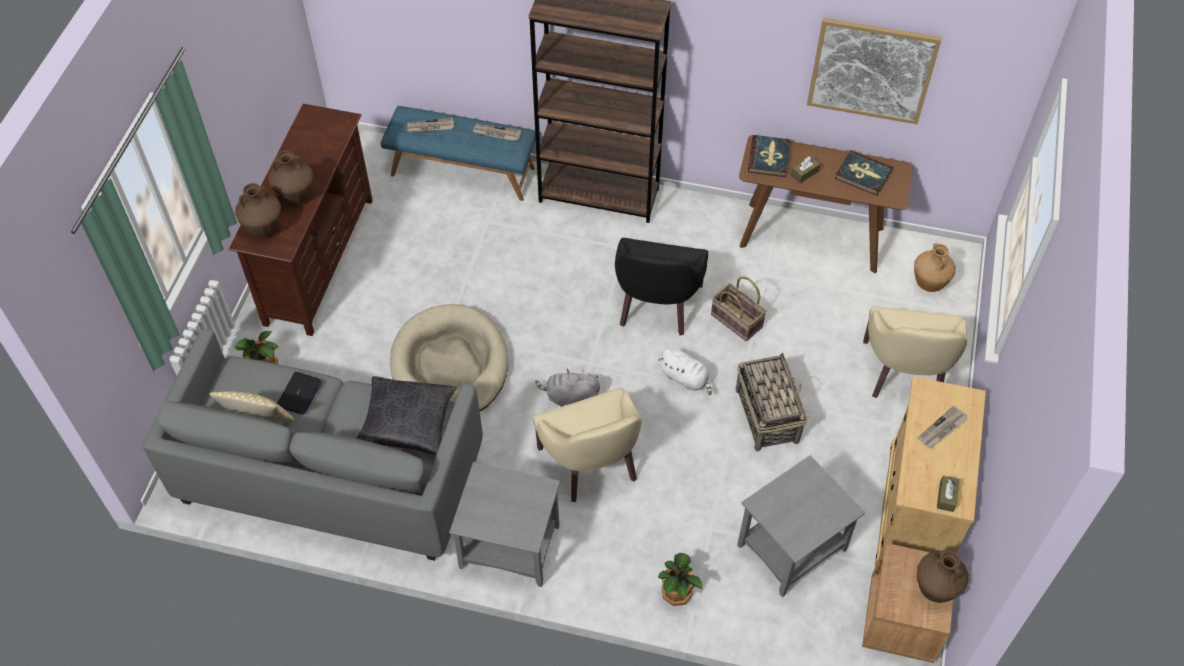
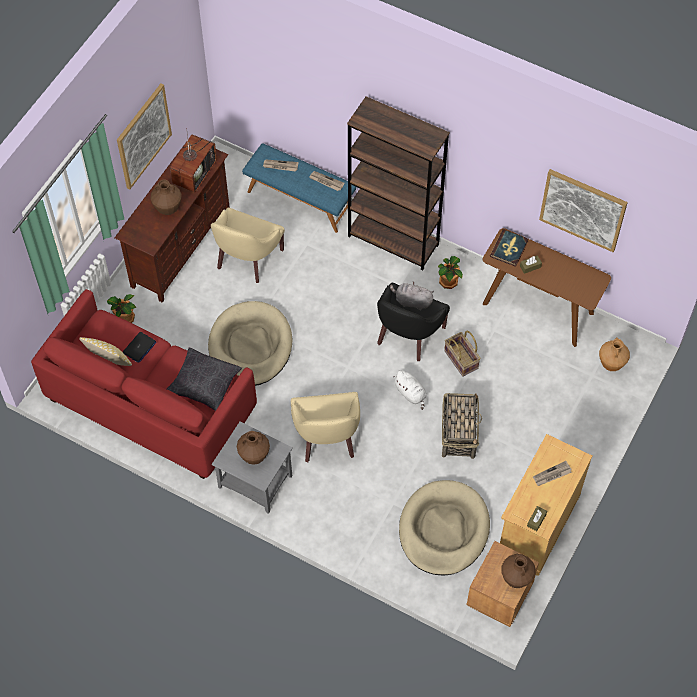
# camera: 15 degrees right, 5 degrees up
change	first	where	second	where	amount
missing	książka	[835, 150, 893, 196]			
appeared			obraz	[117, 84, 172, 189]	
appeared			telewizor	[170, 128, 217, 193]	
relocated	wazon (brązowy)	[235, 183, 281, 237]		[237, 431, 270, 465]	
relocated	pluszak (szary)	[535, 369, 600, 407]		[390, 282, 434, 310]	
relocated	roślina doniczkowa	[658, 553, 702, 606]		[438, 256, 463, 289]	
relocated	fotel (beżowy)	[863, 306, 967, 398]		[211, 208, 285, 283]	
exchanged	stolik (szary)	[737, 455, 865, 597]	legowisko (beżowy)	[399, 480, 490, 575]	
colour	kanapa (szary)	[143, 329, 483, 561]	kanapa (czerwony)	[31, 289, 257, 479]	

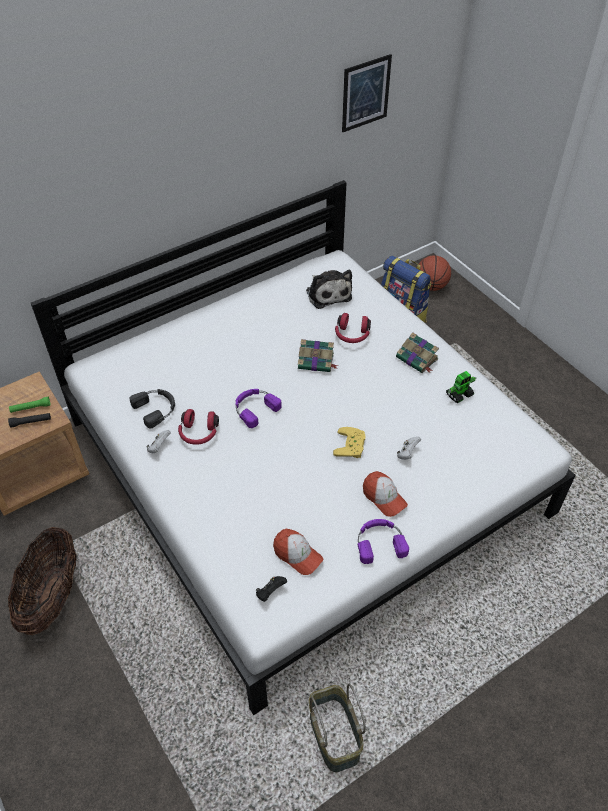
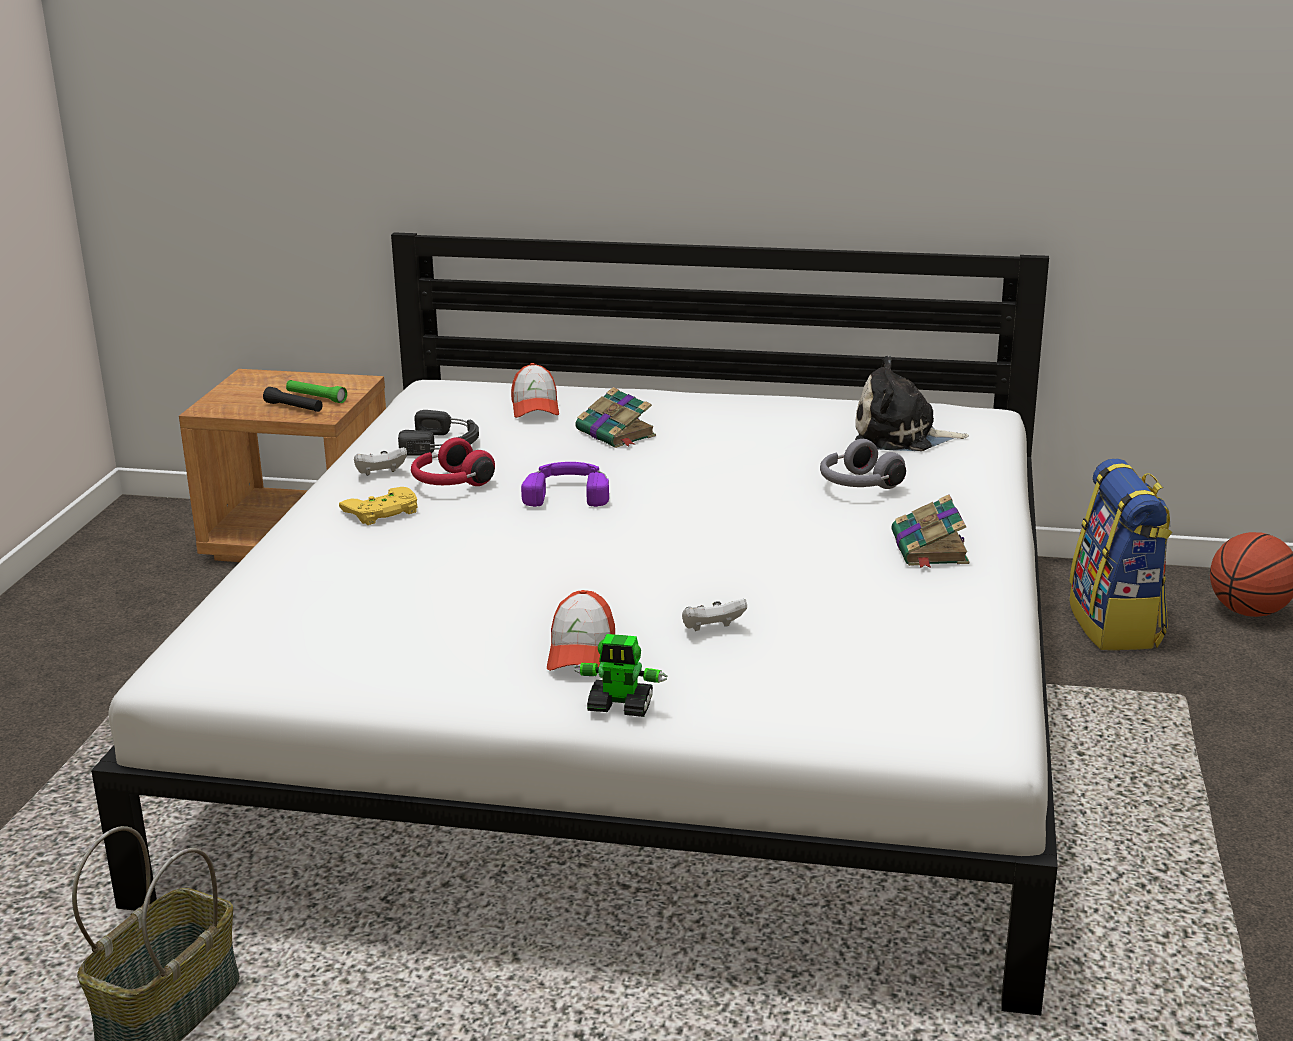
# camera: 45 degrees right, 25 degrees down
change	first	where	second	where	amount
missing	koszyk	[8, 527, 77, 635]			
missing	pad do gier (czarny)	[256, 576, 287, 602]			
missing	obraz	[342, 54, 392, 132]			
missing	słuchawki (fioletowy)	[358, 519, 409, 564]			
relocated	czapka z daszkiem	[273, 529, 323, 575]		[511, 363, 559, 418]	
relocated	książka	[298, 339, 338, 372]		[575, 387, 656, 448]	
relocated	pad do gier (żółty)	[333, 427, 365, 458]		[339, 487, 417, 525]	
relocated	robot zabawkowy	[446, 371, 476, 403]		[574, 634, 668, 717]	
colour	słuchawki (czerwony)	[335, 313, 371, 343]	słuchawki (szary)	[820, 439, 906, 489]	
spun	pluszak	[306, 270, 352, 309]		[855, 356, 969, 451]	75 degrees clockwise

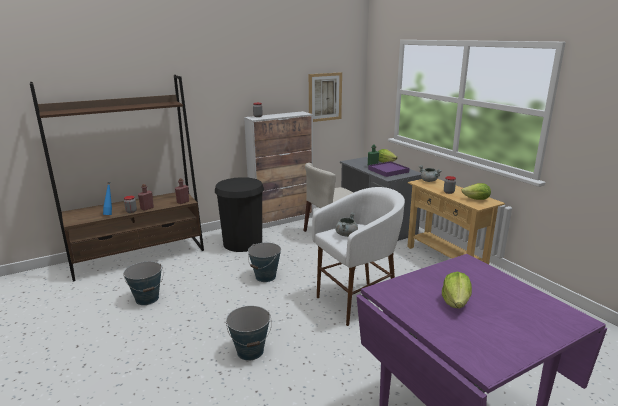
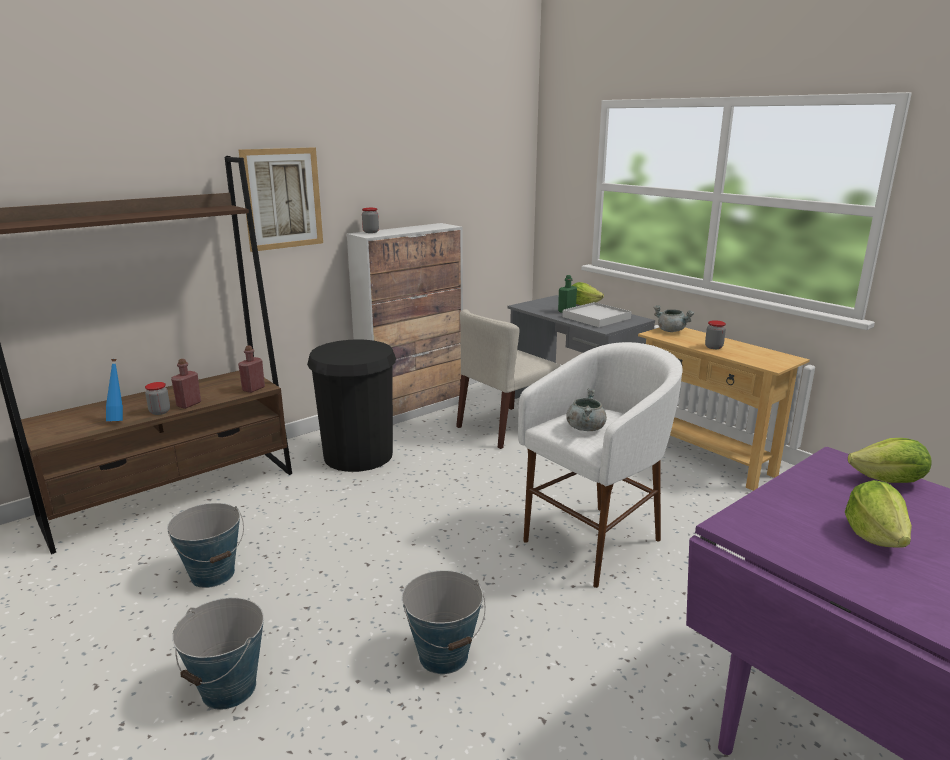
# camera: 10 degrees left, 0 degrees up
change	first	where	second	where	amount
relocated	wiadro	[248, 243, 281, 282]		[172, 598, 264, 710]	
relocated	obraz	[309, 72, 342, 122]		[239, 147, 323, 252]	
relocated	sałata	[461, 183, 491, 200]		[848, 438, 932, 483]	
colour	taca (fioletowy)	[368, 161, 410, 177]	taca (biały)	[562, 302, 632, 327]	

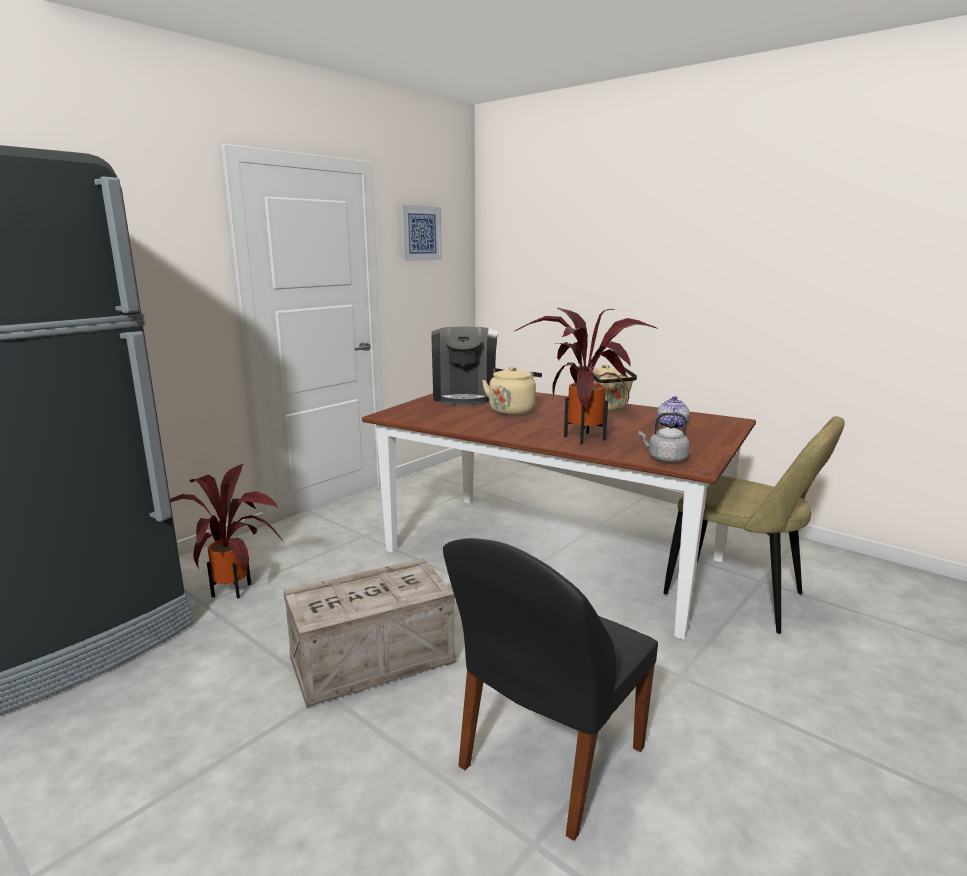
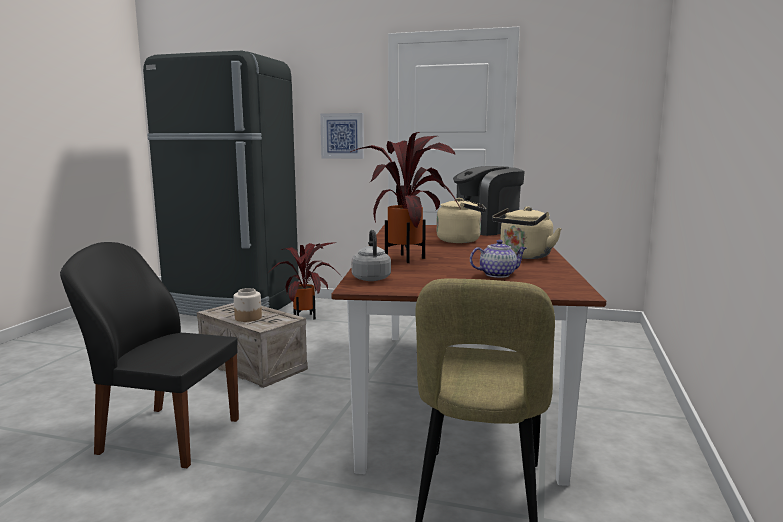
# camera: 65 degrees right, 5 degrees down
change	first	where	second	where	amount
appeared			słoik	[234, 288, 262, 322]	
relocated	obraz	[400, 205, 442, 261]		[320, 113, 364, 159]	

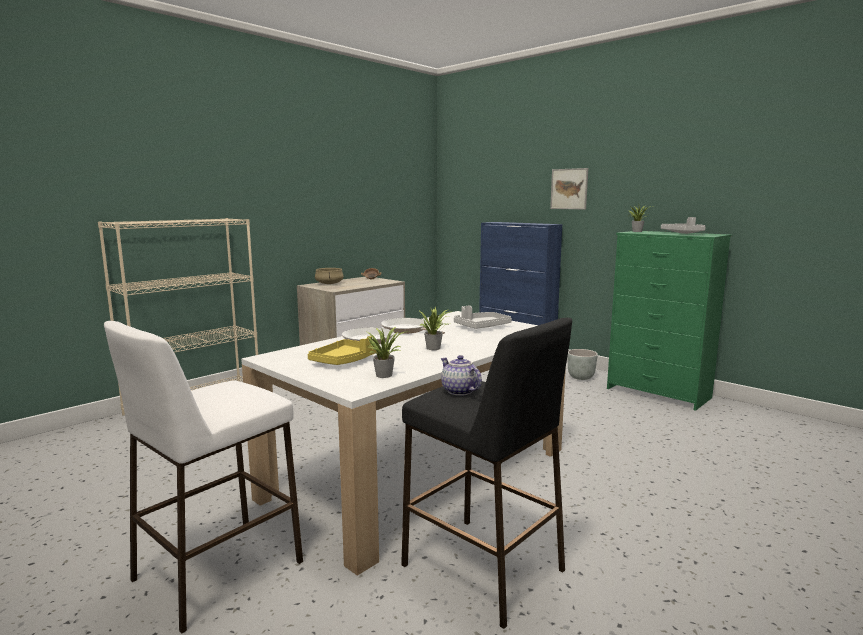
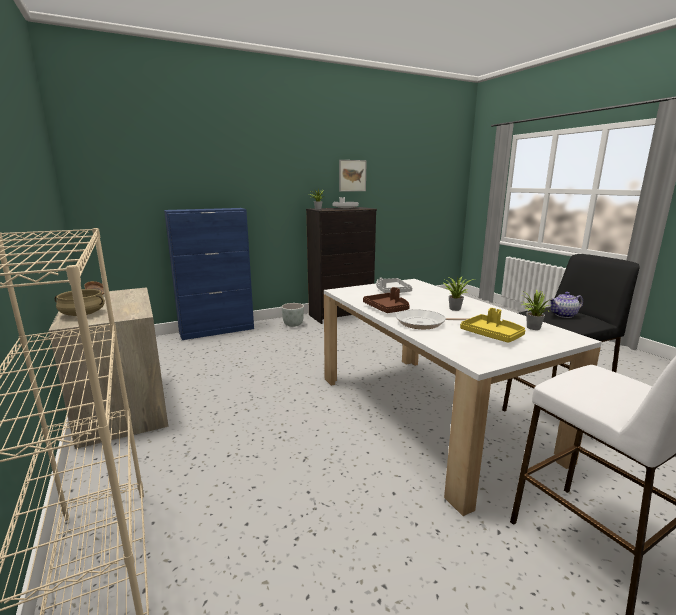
# camera: 70 degrees left, 5 degrees up
change	first	where	second	where	amount
relocated	obraz	[550, 168, 588, 209]		[339, 160, 367, 192]	
exchanged	patelnia	[381, 318, 445, 334]	taca (brązowy)	[363, 287, 410, 313]	
colour	komoda (zielony)	[607, 231, 731, 411]	komoda (czarny)	[306, 207, 377, 324]	

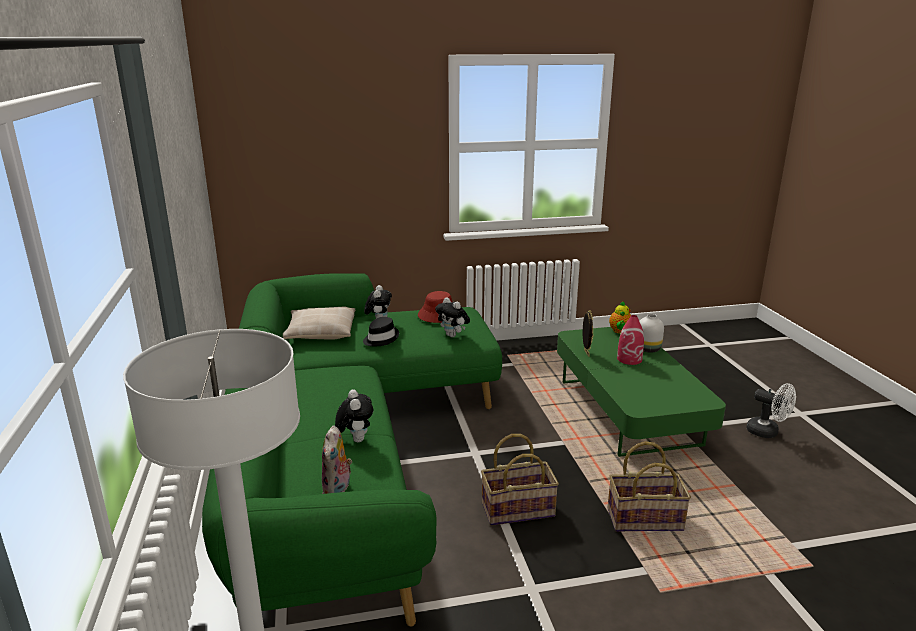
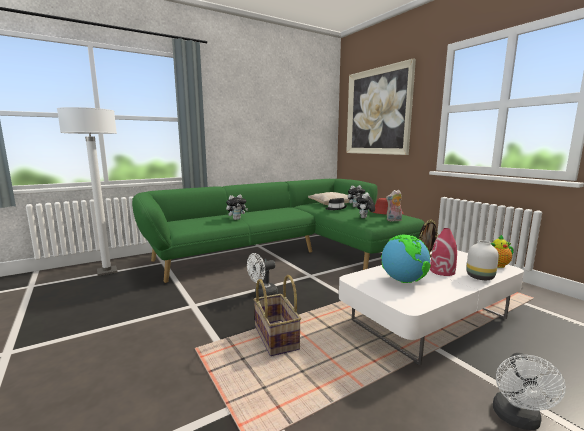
# camera: 70 degrees right, 10 degrees down
change	first	where	second	where	amount
appeared			obraz	[346, 58, 416, 155]	
appeared			globus	[381, 235, 431, 283]	
relocated	pluszak	[322, 425, 352, 494]		[386, 190, 402, 221]	
exchanged	koszyk	[481, 434, 559, 526]	wentylator (biały)	[247, 253, 278, 297]	
colour	ława (zielony)	[557, 327, 726, 457]	ława (biały)	[339, 250, 524, 366]	

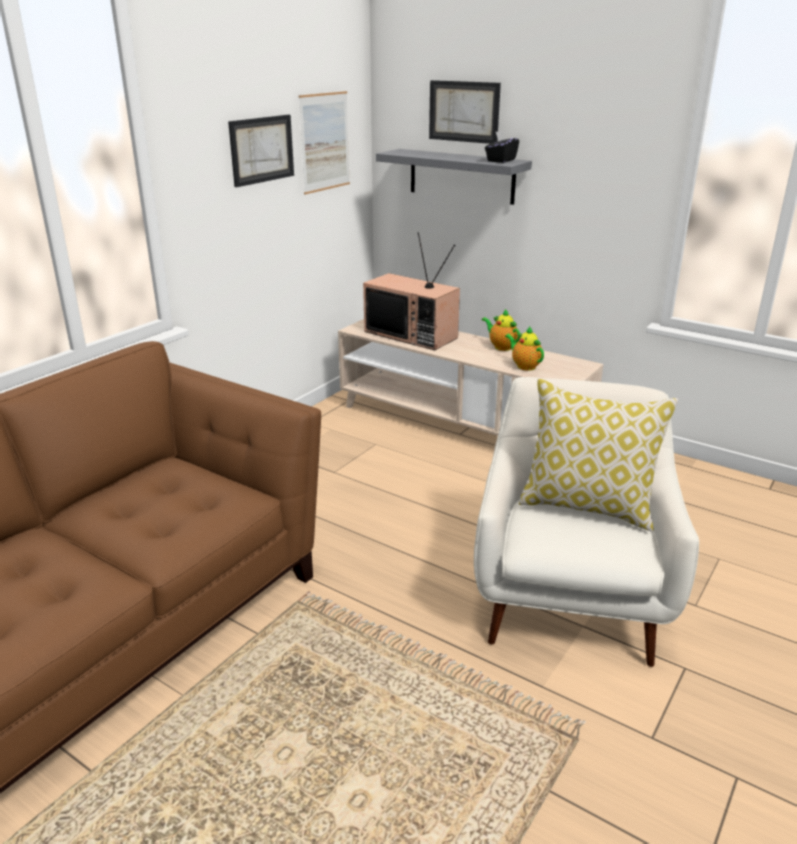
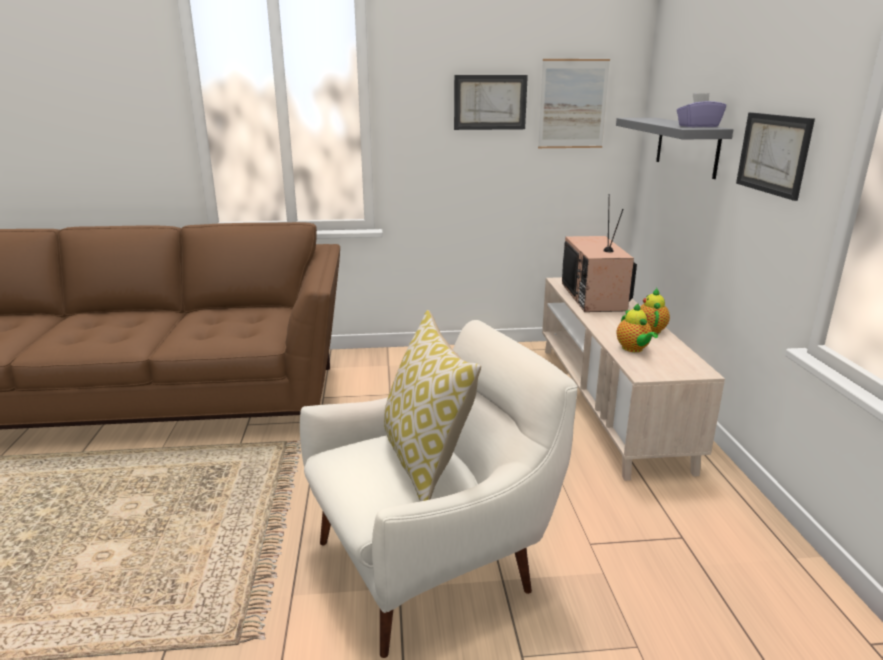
# camera: 50 degrees right, 5 degrees down
change	first	where	second	where	amount
relocated	obraz	[429, 80, 501, 144]		[736, 112, 815, 201]	
colour	pudełko chusteczek (czarny)	[485, 130, 519, 163]	pudełko chusteczek (fioletowy)	[677, 93, 726, 127]	
spun	imbryk	[505, 326, 544, 371]		[616, 303, 658, 352]	150 degrees clockwise

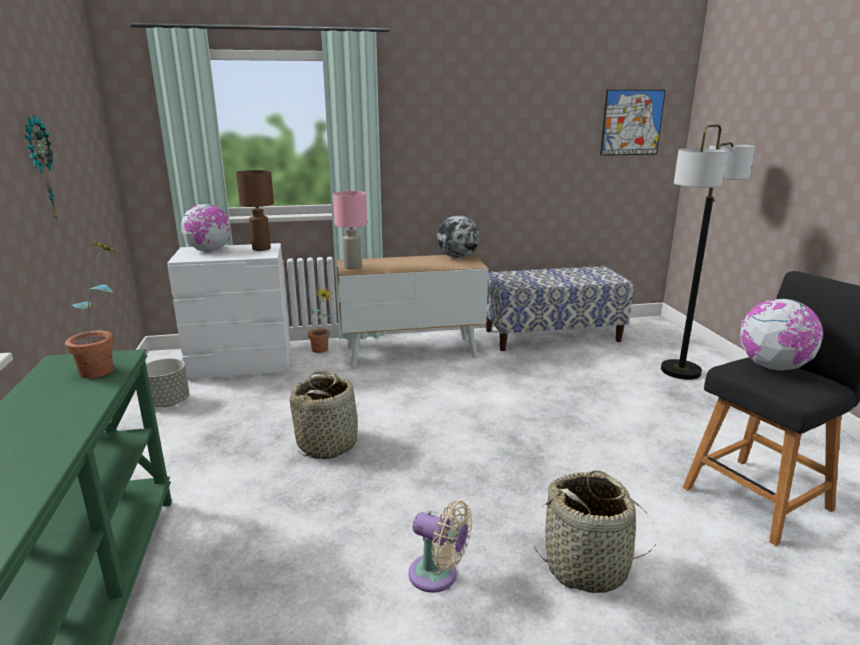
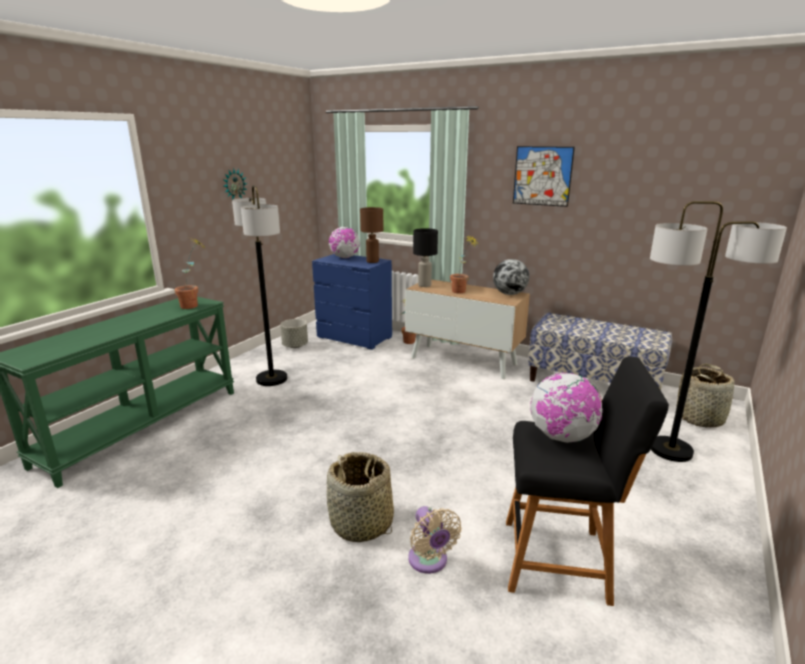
# camera: 40 degrees right, 0 degrees up
change	first	where	second	where	amount
appeared			lampa stojąca	[232, 185, 287, 386]	
appeared			roślina doniczkowa	[450, 235, 479, 293]	
relocated	koszyk	[290, 371, 359, 459]		[676, 364, 735, 428]	
relocated	wentylator (beżowy)	[409, 500, 473, 593]		[408, 506, 462, 574]	
relocated	obraz	[600, 90, 666, 156]		[513, 146, 575, 207]	
colour	komoda (biały)	[167, 243, 290, 381]	komoda (niebieski)	[312, 254, 392, 350]	
colour	lampa stołowa (różowy)	[333, 191, 367, 270]	lampa stołowa (czarny)	[413, 228, 438, 287]	

